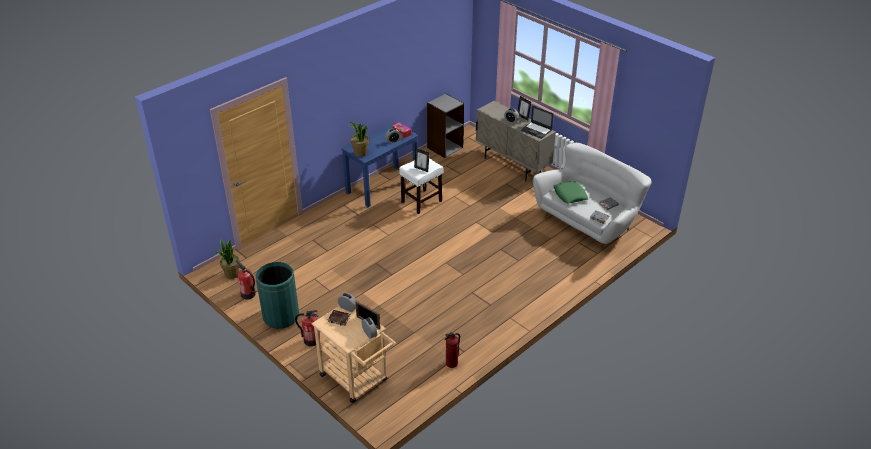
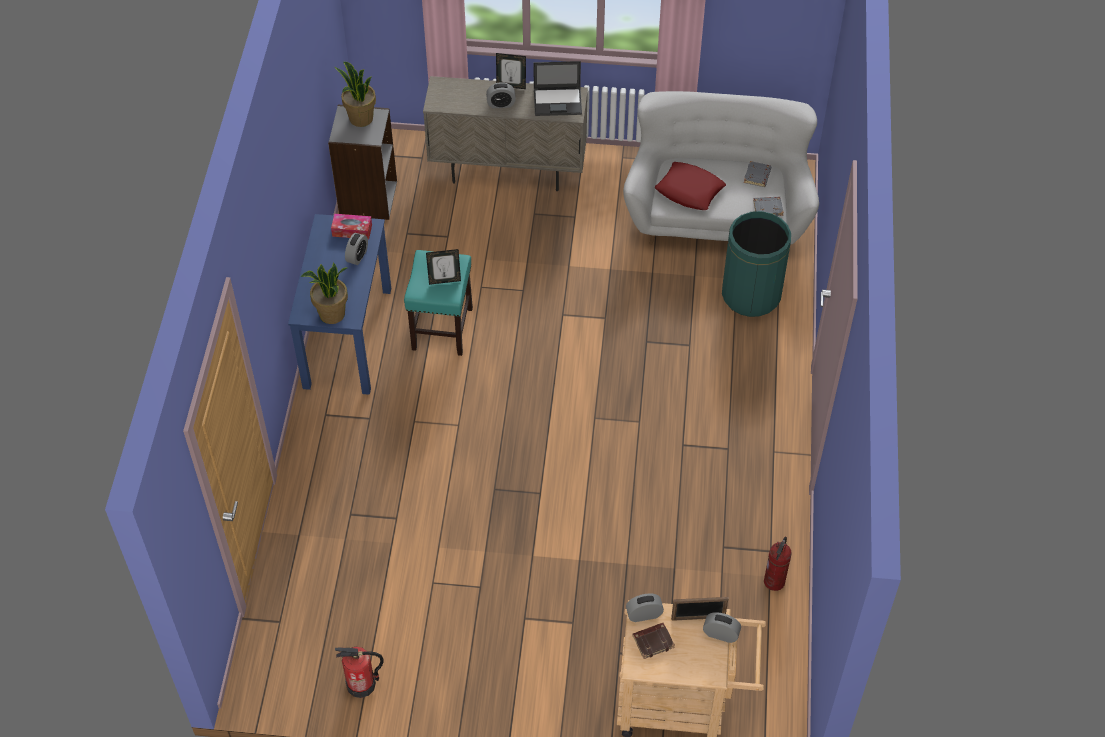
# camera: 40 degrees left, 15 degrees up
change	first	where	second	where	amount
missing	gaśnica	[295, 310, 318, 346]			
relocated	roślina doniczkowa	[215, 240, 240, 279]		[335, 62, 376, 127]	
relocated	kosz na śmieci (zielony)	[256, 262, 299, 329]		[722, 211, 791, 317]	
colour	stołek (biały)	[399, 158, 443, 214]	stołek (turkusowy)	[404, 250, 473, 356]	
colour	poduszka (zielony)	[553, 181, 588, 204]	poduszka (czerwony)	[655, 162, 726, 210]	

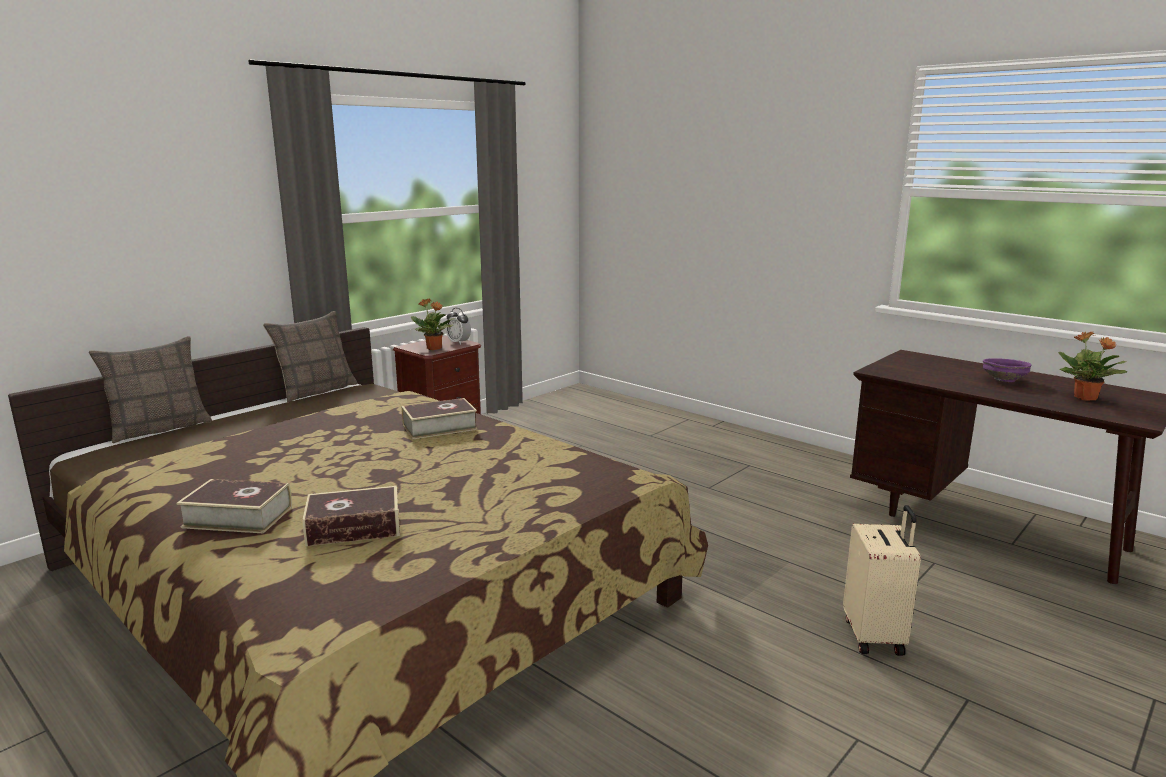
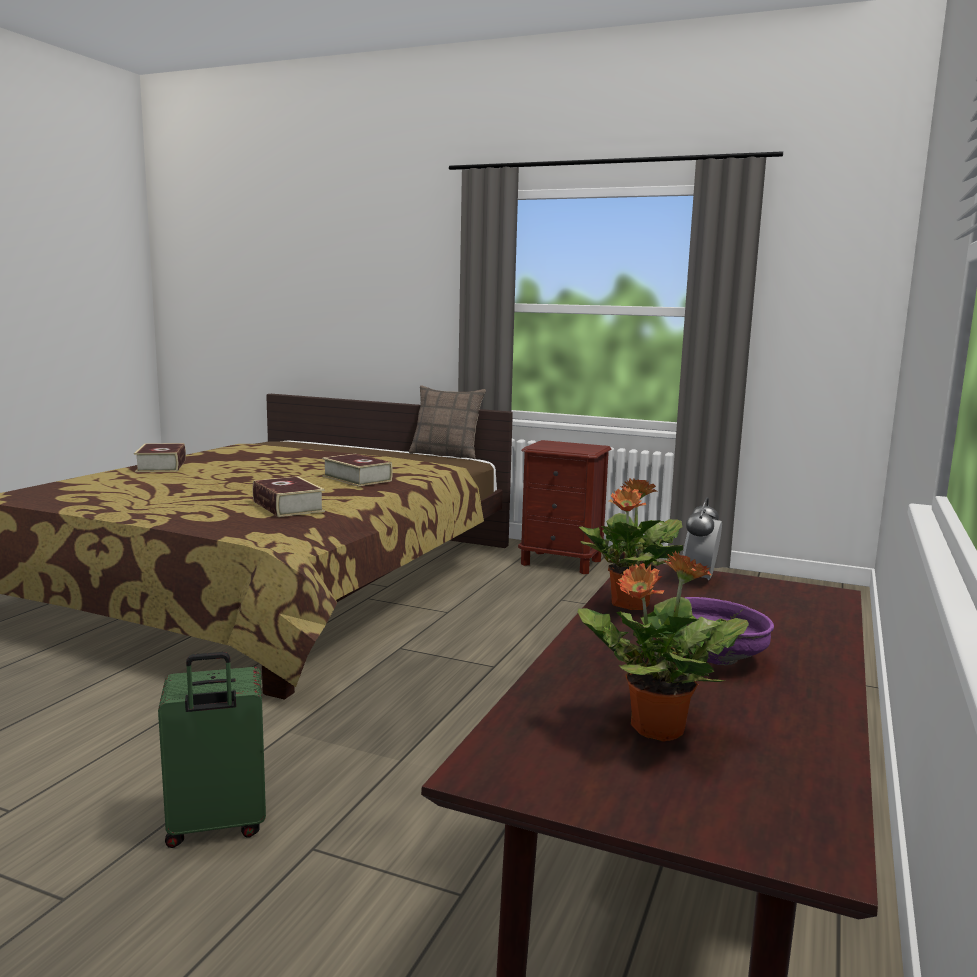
# camera: 70 degrees right, 5 degrees down
change	first	where	second	where	amount
missing	poduszka	[89, 336, 212, 443]			
relocated	książka	[302, 486, 400, 546]		[253, 476, 325, 517]	
relocated	roślina doniczkowa	[411, 298, 454, 350]		[579, 478, 683, 610]	
relocated	budzik	[446, 308, 471, 345]		[683, 497, 722, 580]	
colour	walizka (beżowy)	[843, 505, 921, 656]	walizka (zielony)	[158, 652, 266, 848]	

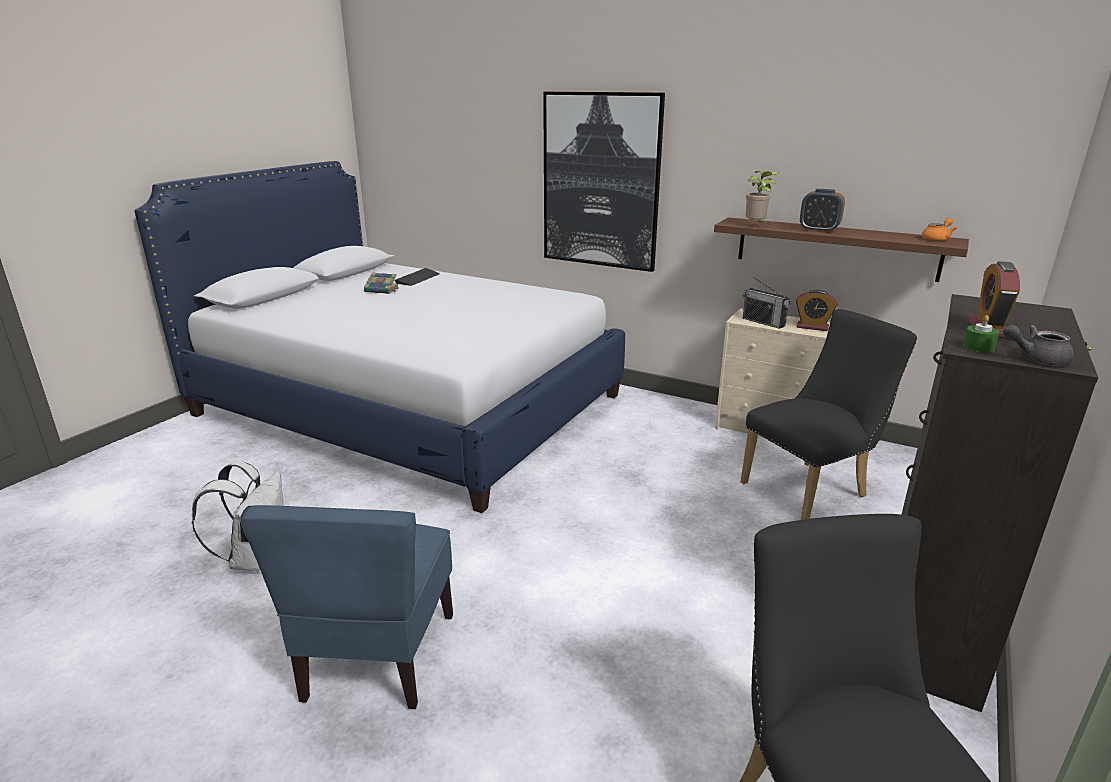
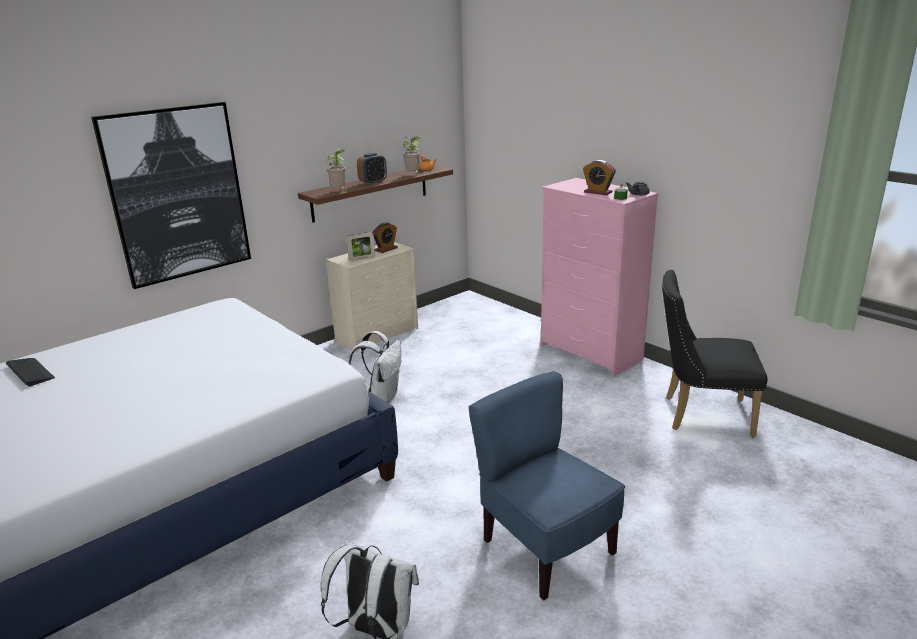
# camera: 70 degrees left, 0 degrees up
change	first	where	second	where	amount
missing	książka	[364, 273, 399, 294]			
missing	krzesło (czarny)	[740, 309, 917, 520]			
appeared			plecak (biały)	[348, 331, 401, 403]	
appeared			roślina doniczkowa	[403, 136, 422, 174]	
exchanged	radio	[743, 277, 791, 329]	ramka na zdjęcie	[347, 232, 375, 261]	
colour	komoda (czarny)	[901, 294, 1099, 712]	komoda (różowy)	[541, 178, 659, 377]	
spun	krzesło (niebieski)	[240, 505, 453, 709]		[469, 371, 625, 601]	150 degrees counterclockwise

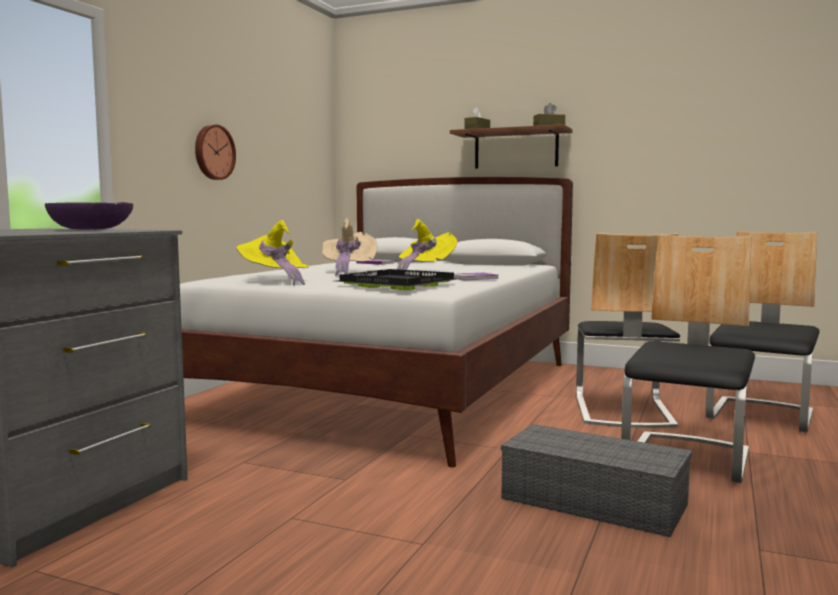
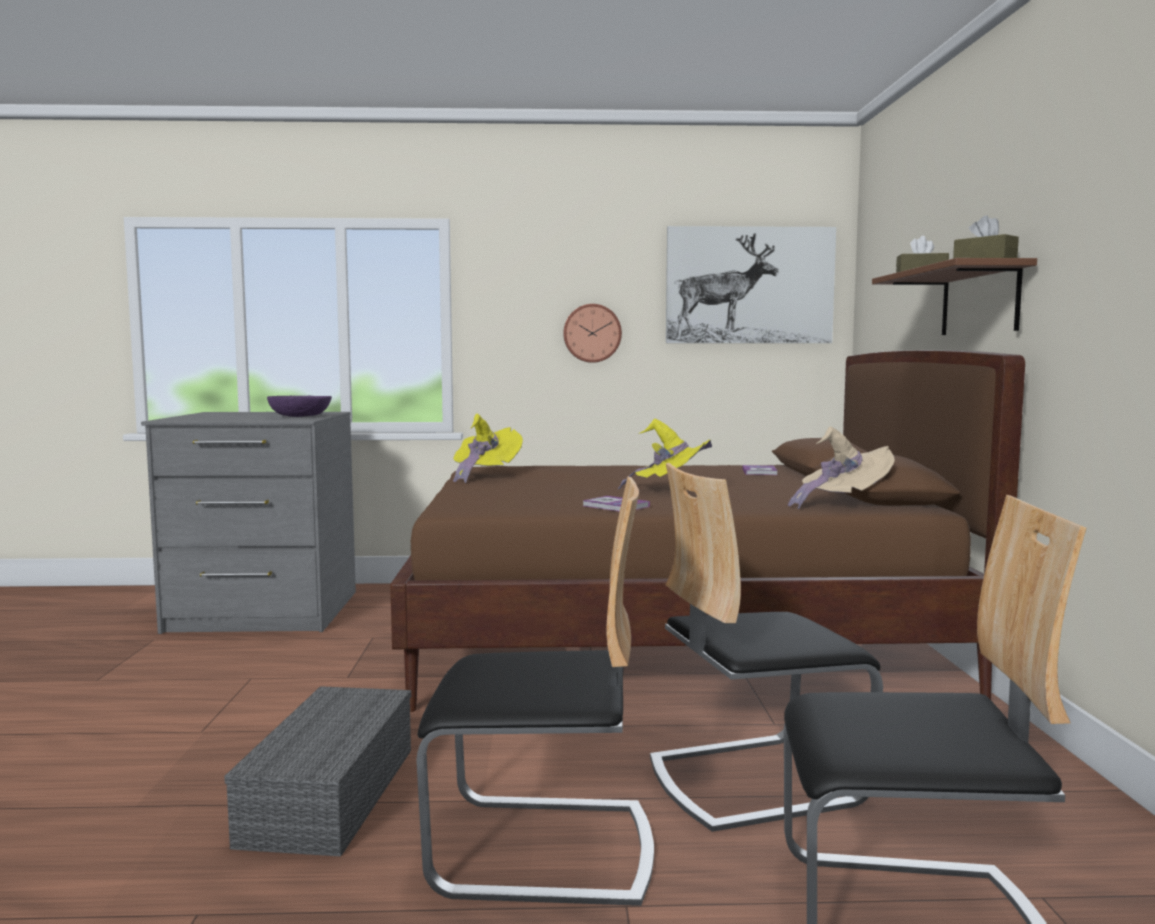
# camera: 65 degrees right, 0 degrees up
change	first	where	second	where	amount
missing	taca (czarny)	[336, 269, 458, 290]			
appeared			obraz	[666, 226, 836, 343]	
relocated	kapelusz (beżowy)	[322, 218, 377, 276]		[788, 426, 895, 509]	
colour	łóżko (biały)	[180, 177, 573, 467]	łóżko (brązowy)	[390, 350, 1025, 712]	

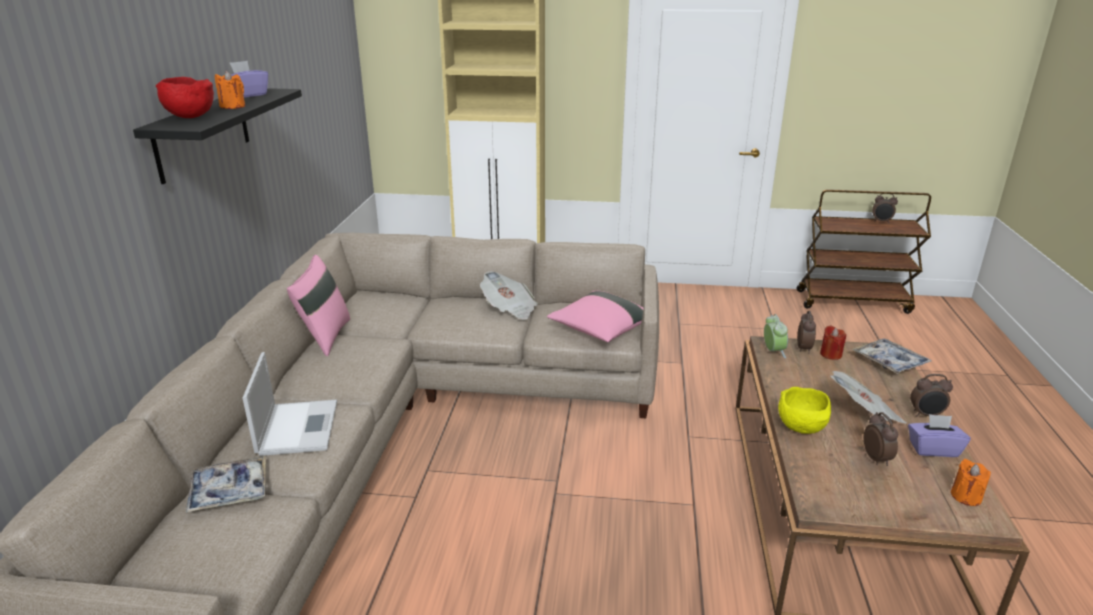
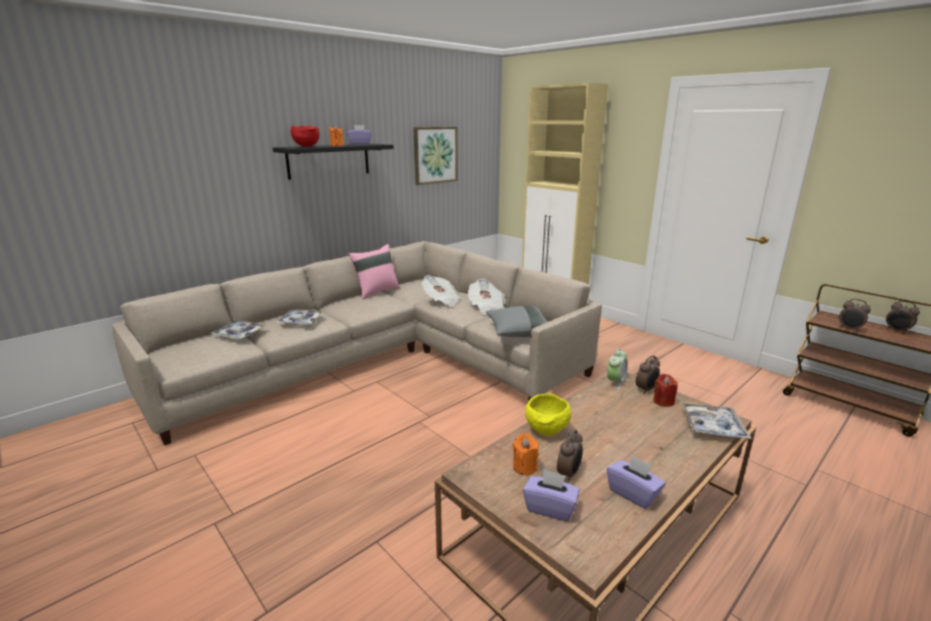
# camera: 40 degrees right, 5 degrees down
change	first	where	second	where	amount
appeared			obraz	[413, 127, 458, 185]	
appeared			pudełko chusteczek (fioletowy)	[523, 469, 580, 521]	
relocated	gazeta	[830, 371, 907, 424]		[421, 275, 461, 307]	
relocated	budzik	[910, 374, 953, 417]		[839, 299, 871, 331]	
relocated	świeca (pomarańczowy)	[951, 459, 991, 506]		[513, 433, 539, 475]	
exchanged	laptop	[243, 352, 337, 456]	taca	[276, 310, 325, 325]	
colour	poduszka (różowy)	[547, 290, 644, 342]	poduszka (szary)	[486, 306, 547, 337]	

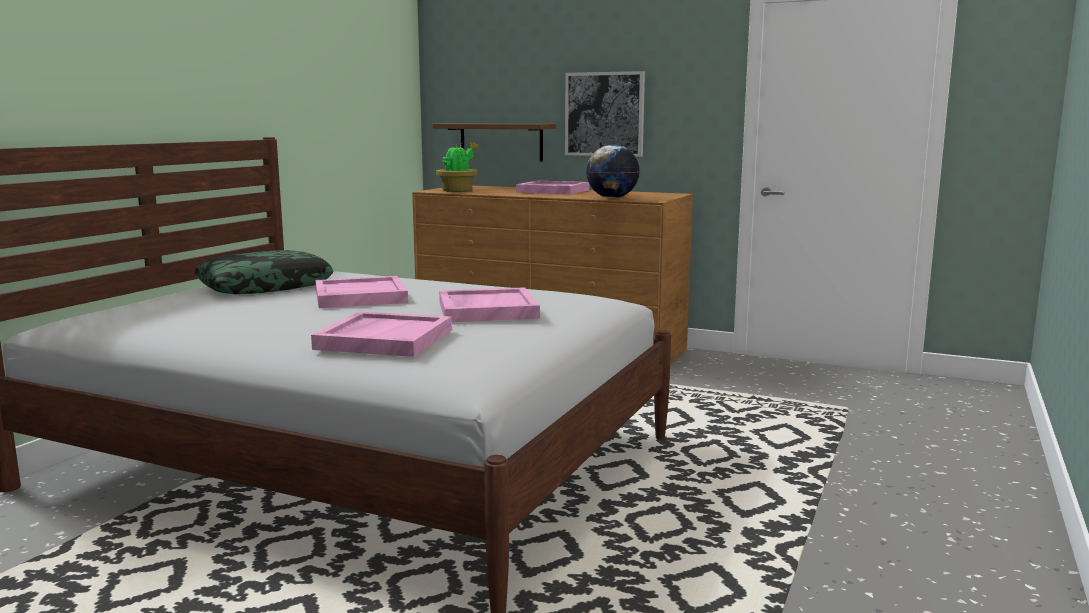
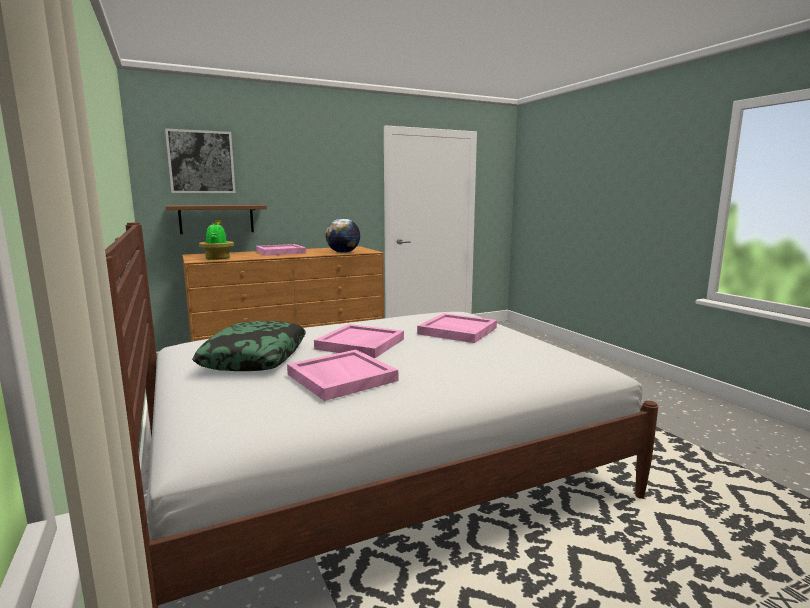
# camera: 50 degrees left, 0 degrees up
change	first	where	second	where	amount
relocated	taca (różowy)	[311, 311, 452, 357]		[287, 350, 398, 401]	
relocated	obraz	[565, 71, 645, 157]		[165, 128, 236, 193]	

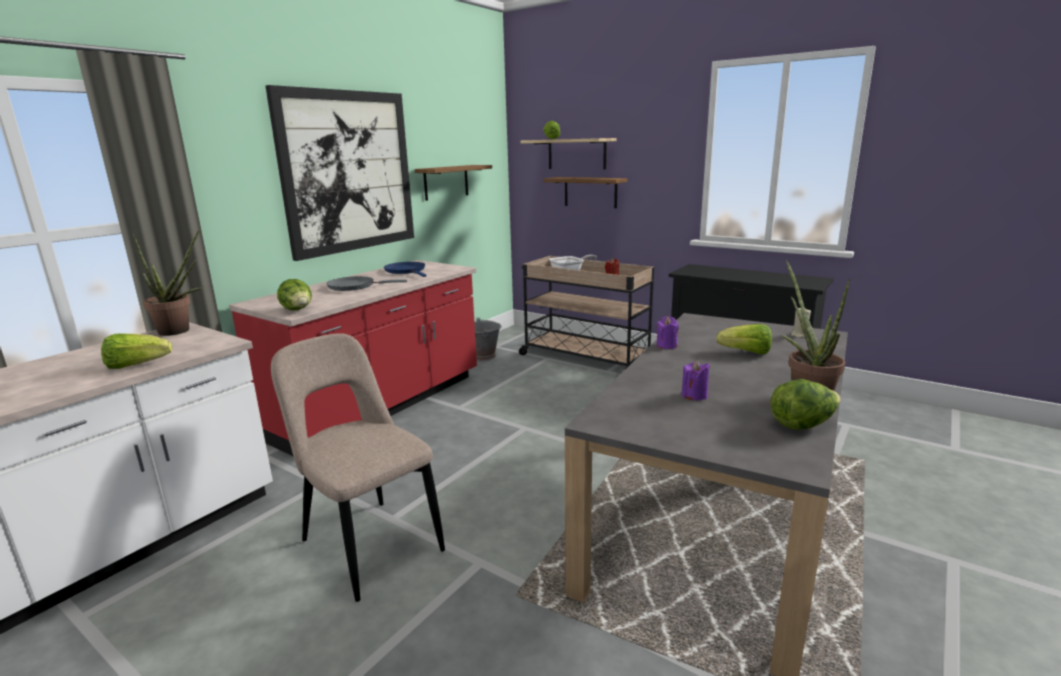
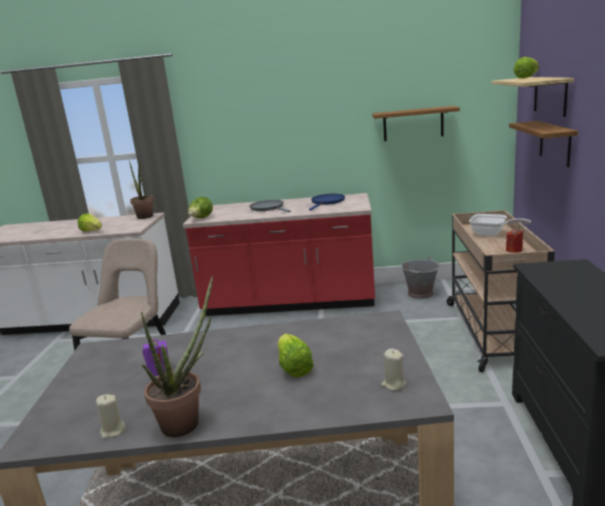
# camera: 60 degrees right, 0 degrees up
change	first	where	second	where	amount
missing	obraz	[265, 85, 414, 261]			
missing	świeca (fioletowy)	[657, 316, 679, 349]			
exchanged	sałata	[770, 379, 841, 430]	świeca (beżowy)	[96, 394, 126, 439]	

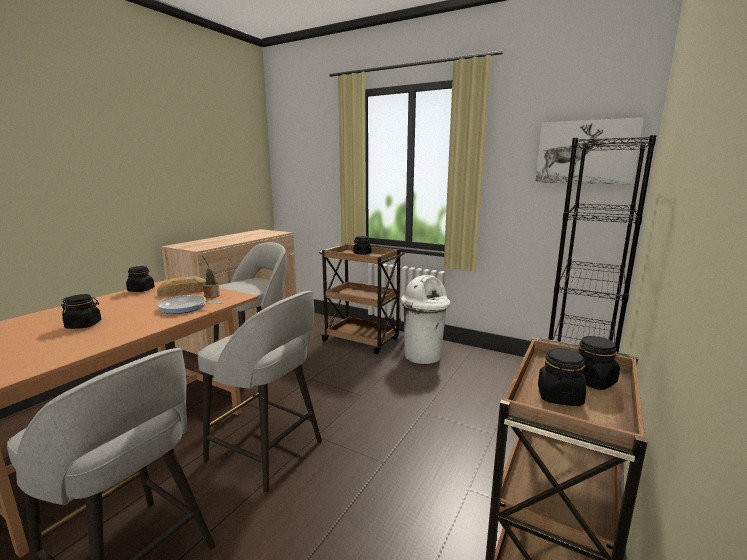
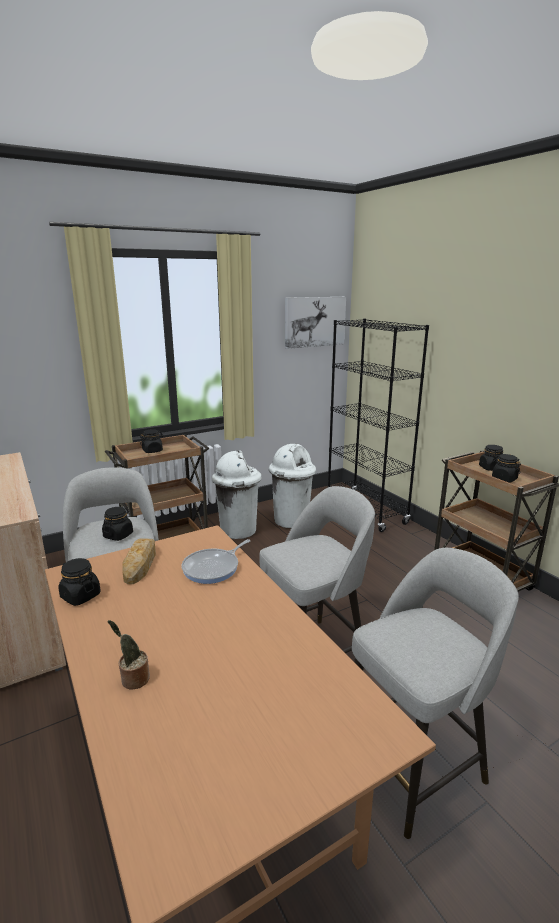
# camera: 60 degrees left, 5 degrees up
change	first	where	second	where	amount
appeared			kosz na śmieci (biały)	[269, 444, 316, 528]	
relocated	słoik (czarny)	[61, 294, 101, 329]		[102, 507, 133, 541]	
relocated	roślina doniczkowa	[202, 256, 220, 298]		[108, 620, 150, 690]	

